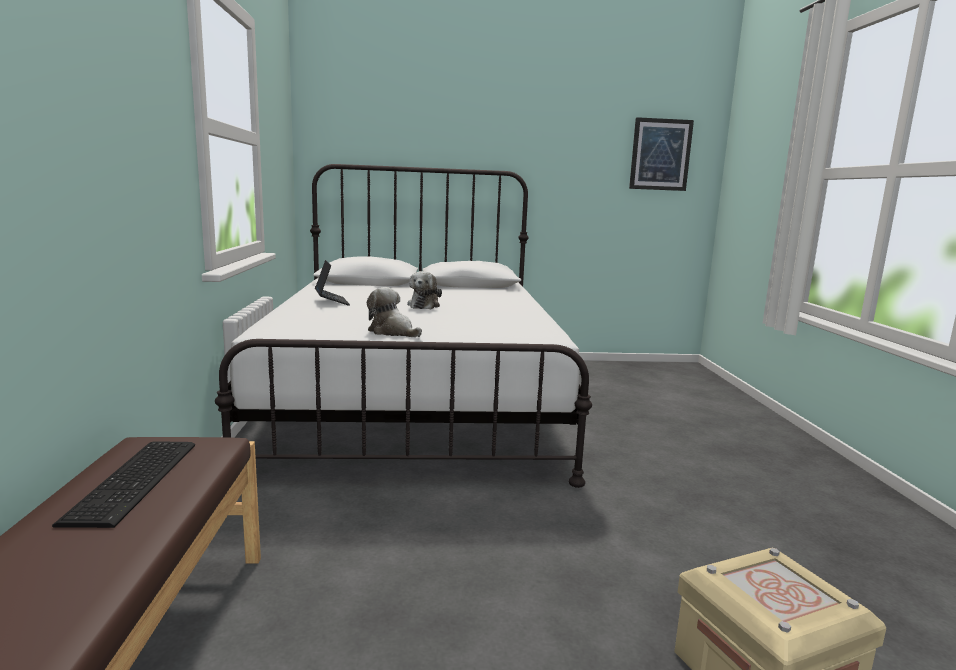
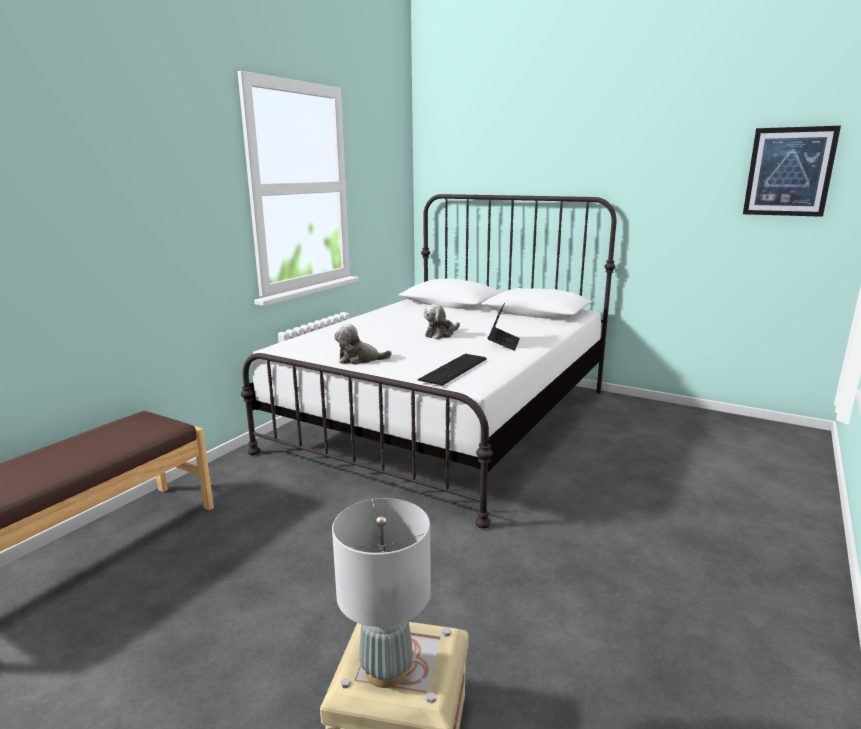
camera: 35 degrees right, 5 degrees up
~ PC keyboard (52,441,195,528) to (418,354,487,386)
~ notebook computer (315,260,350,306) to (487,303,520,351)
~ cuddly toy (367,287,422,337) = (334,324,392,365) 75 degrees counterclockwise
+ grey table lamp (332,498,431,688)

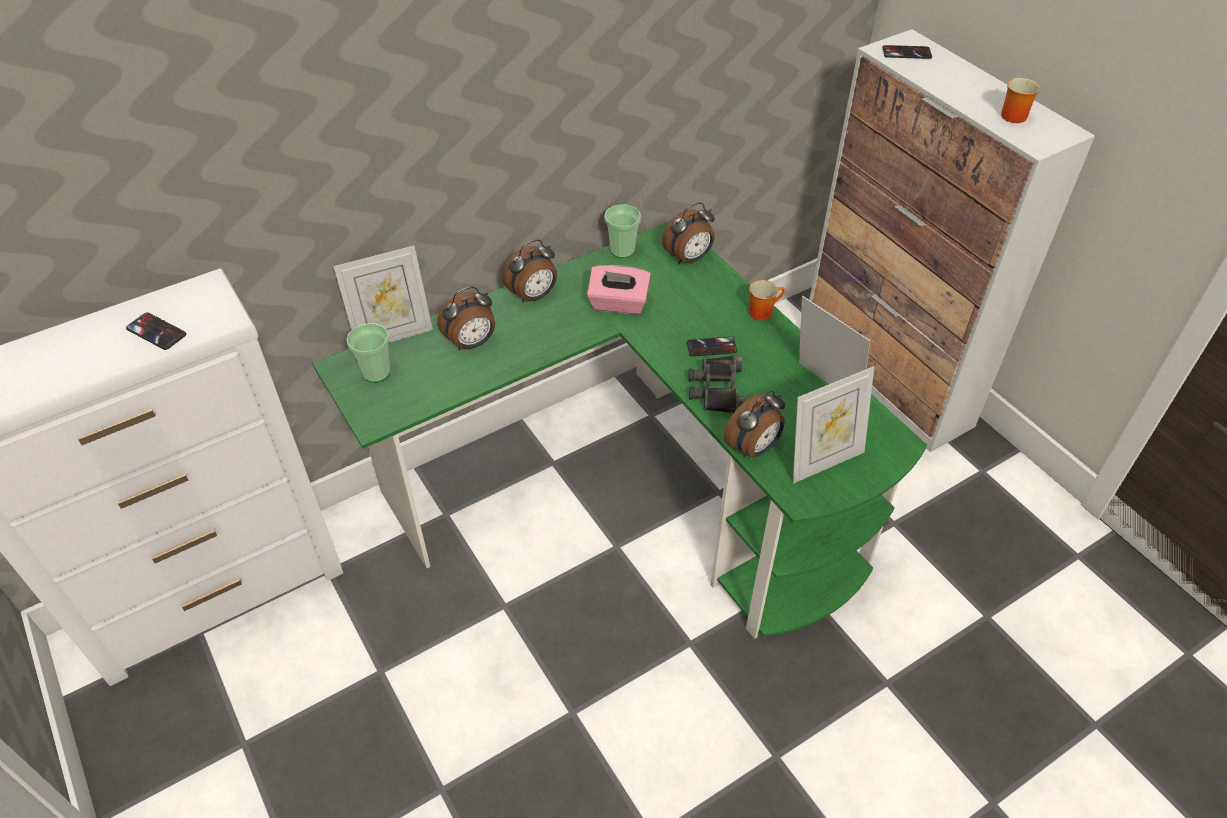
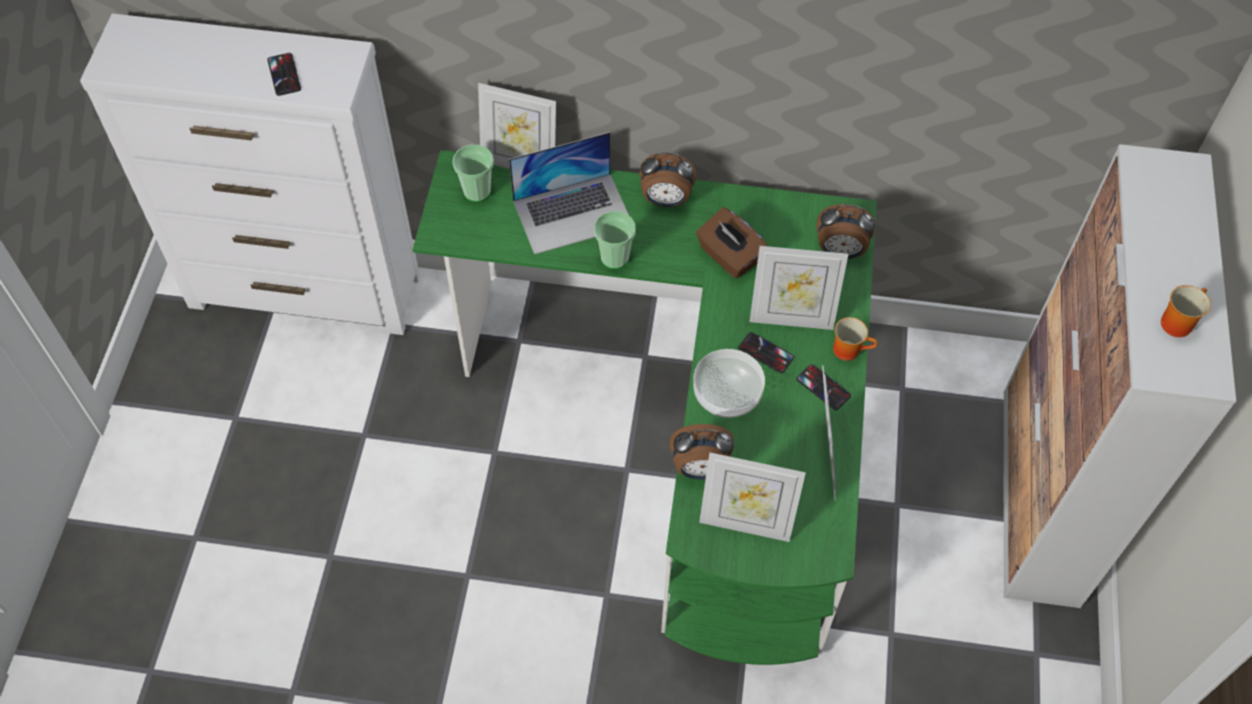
camera: 40 degrees right, 10 degrees up
~ bedside clock (437,287,495,350) to notebook computer (509,132,629,255)
~ pink-coloured tissue holder (587,265,651,315) to brown-coloured tissue holder (696,207,768,279)
~ drinking cup (605,204,641,258) to (594,211,636,269)
~ black pair of binoculars (689,355,746,413) to deep dish (693,349,765,418)
~ phone (882,45,932,59) to (796,364,851,410)
+ picture frame (750,246,848,330)

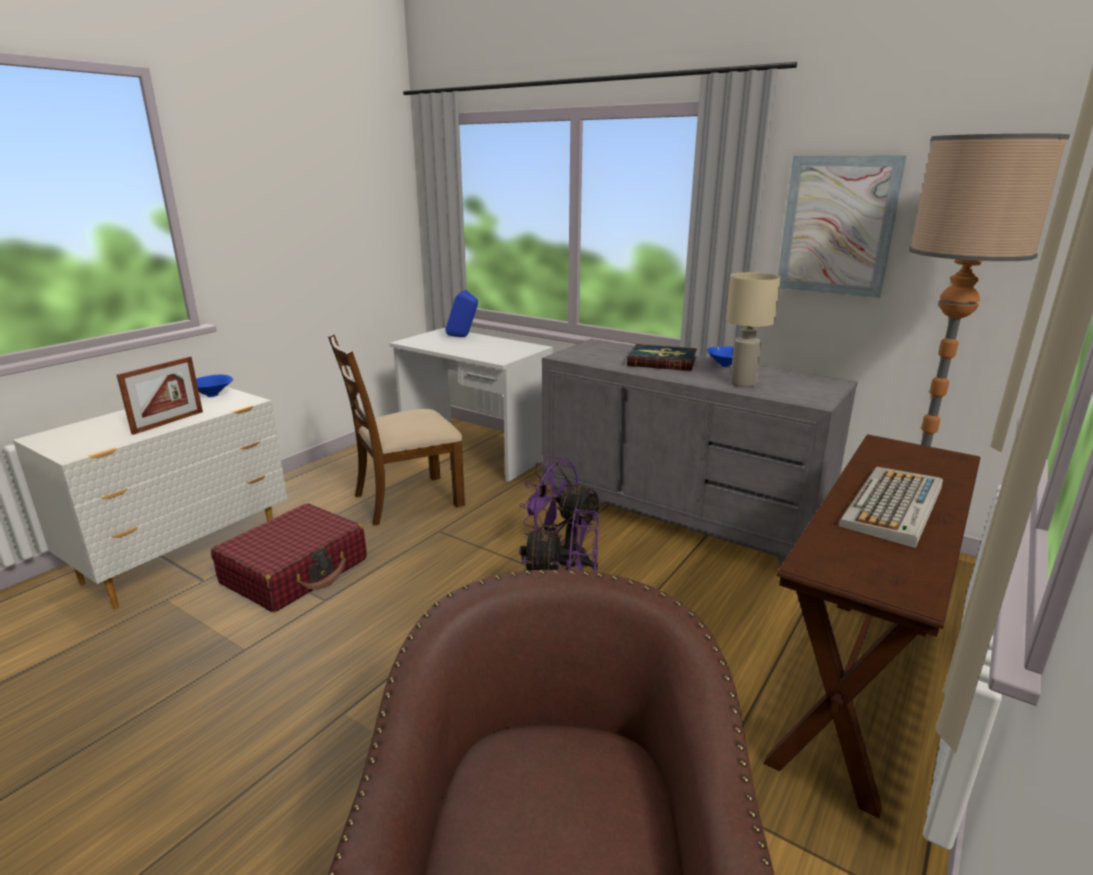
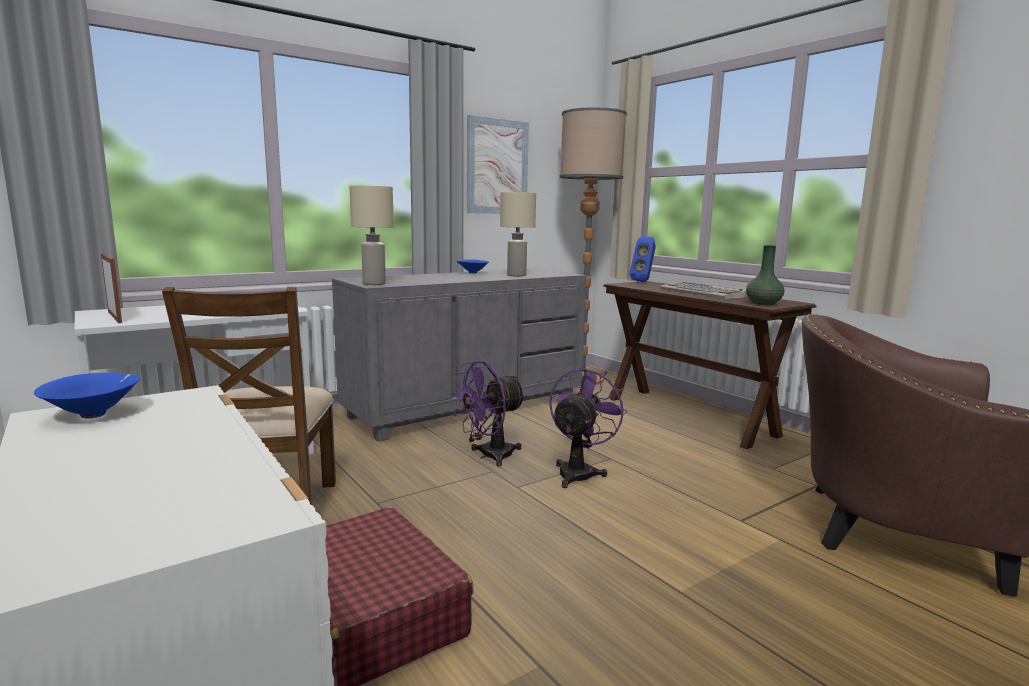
camera: 70 degrees left, 10 degrees down
~ picture frame (116,356,203,435) to (101,254,122,323)
~ blue loudspeaker (445,290,478,337) to (629,236,656,282)
- book (627,344,697,371)
+ sand-coloured table lamp (349,185,394,285)
+ greenish decorative vase (746,245,784,305)

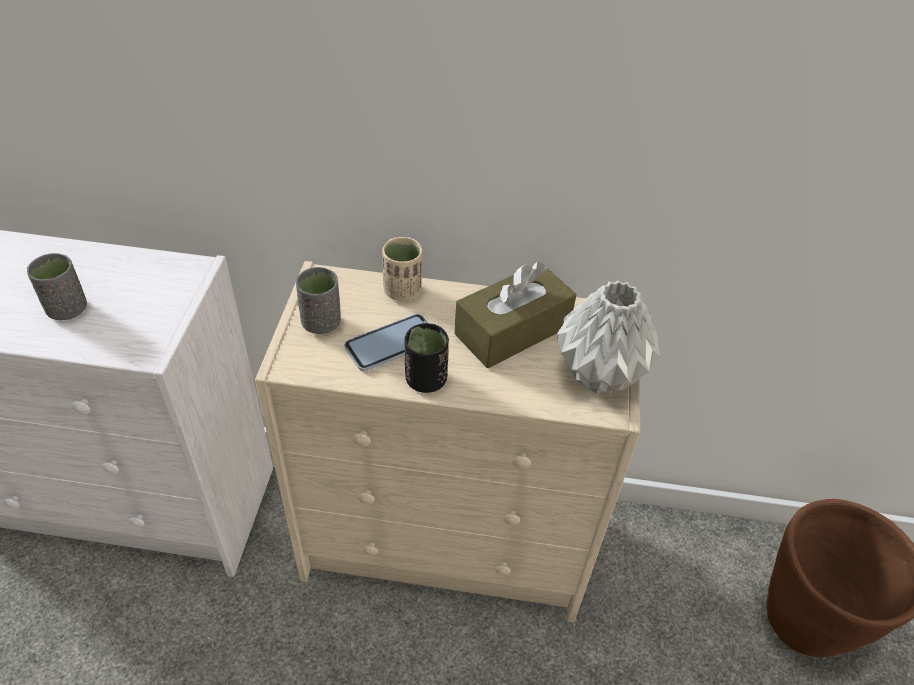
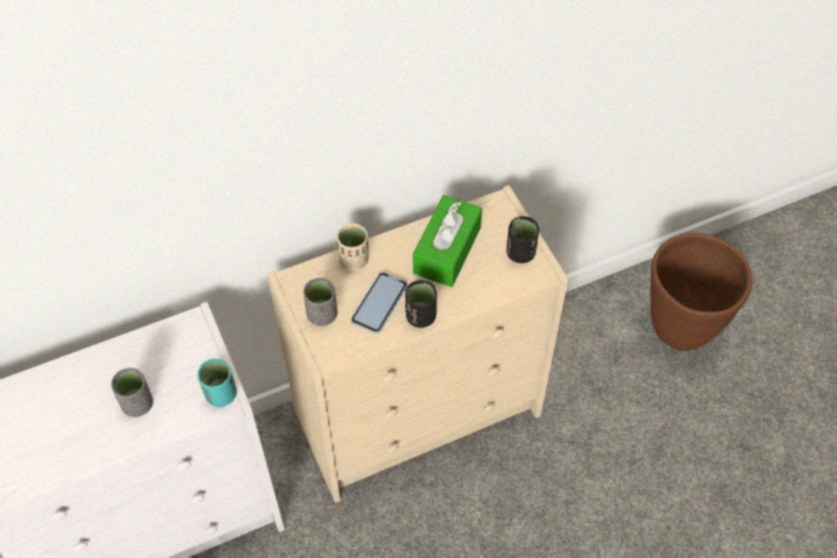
camera: 30 degrees left, 10 degrees up
~ brown-coloured tissue holder (455,262,576,368) to greenish tissue holder (413,195,482,287)
~ grey decorative vase (556,281,660,395) to black drinking cup (507,216,539,263)
+ blue-green drinking cup (198,358,237,407)

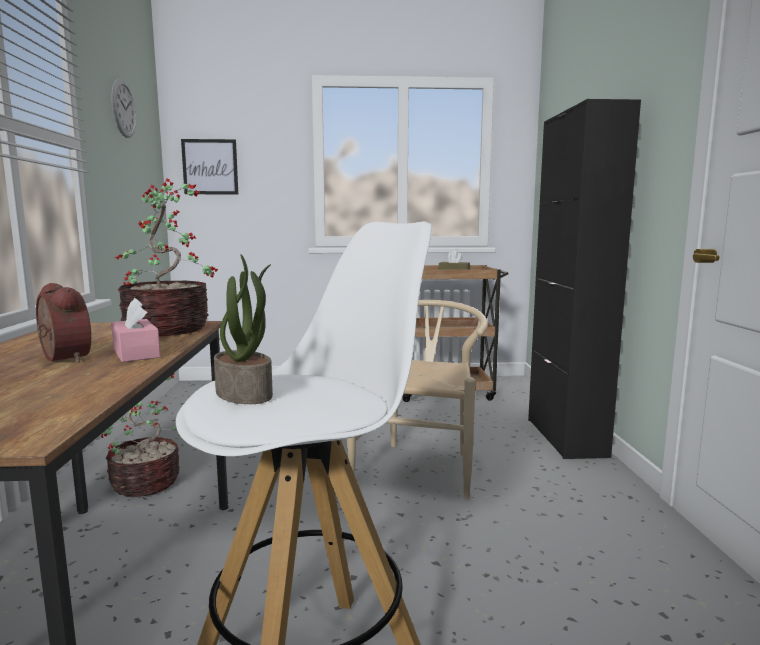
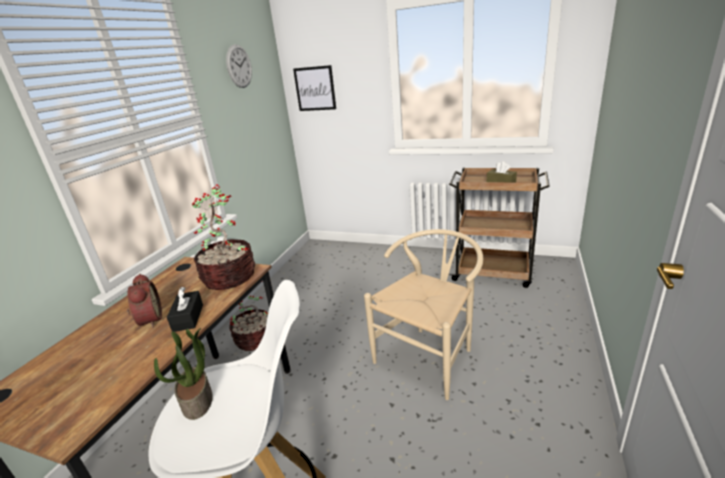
camera: 25 degrees right, 15 degrees up
~ pink-coloured tissue holder (111,298,161,362) to black tissue holder (167,287,203,332)
- black cabinet (528,99,641,459)

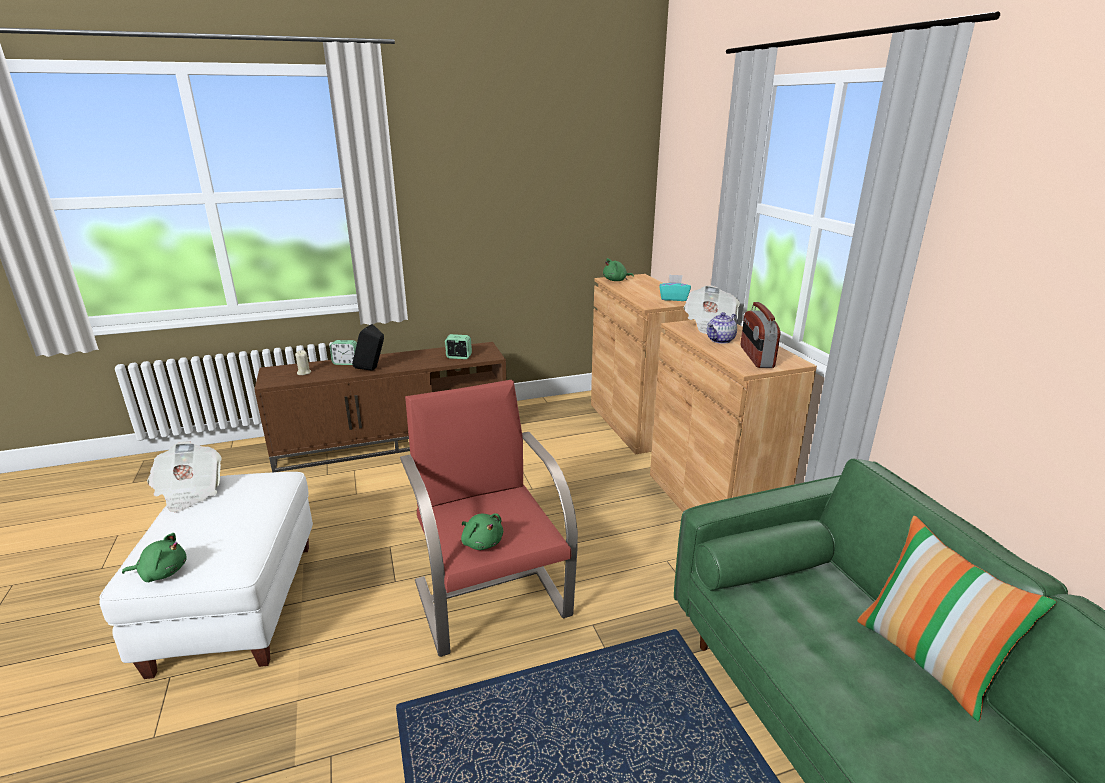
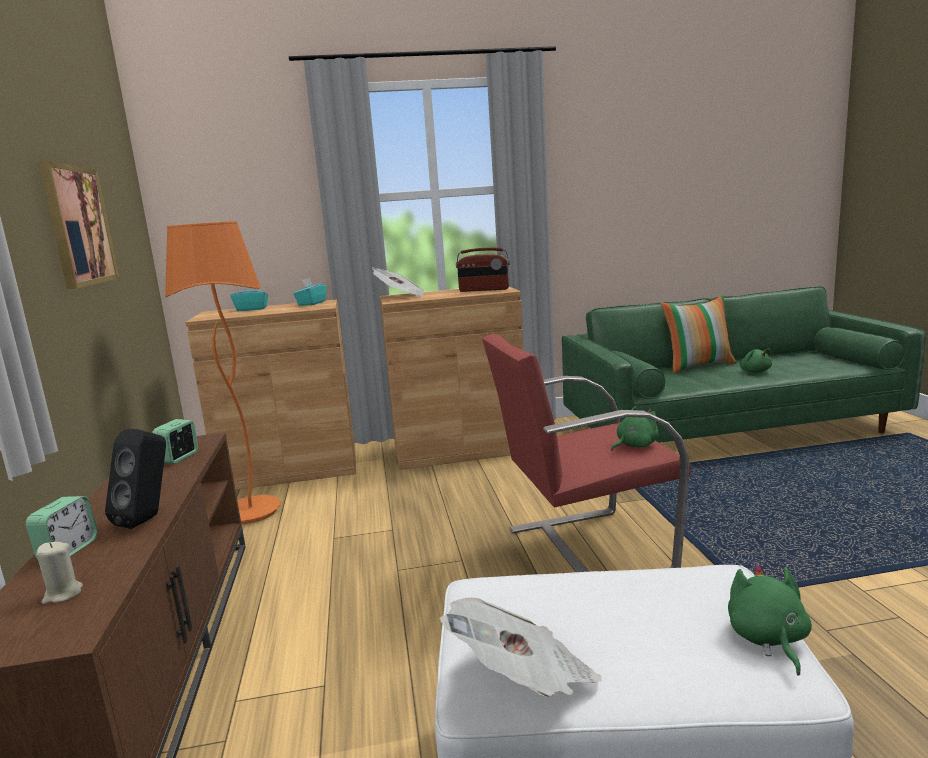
camera: 80 degrees left, 10 degrees down
~ greenish cuddly toy (603,258,634,281) to (740,348,772,373)
- pot for tea (707,312,737,344)
+ wall art (38,161,119,289)
+ orange standard lamp (165,221,281,524)
+ blue-green tissue holder (231,287,268,311)

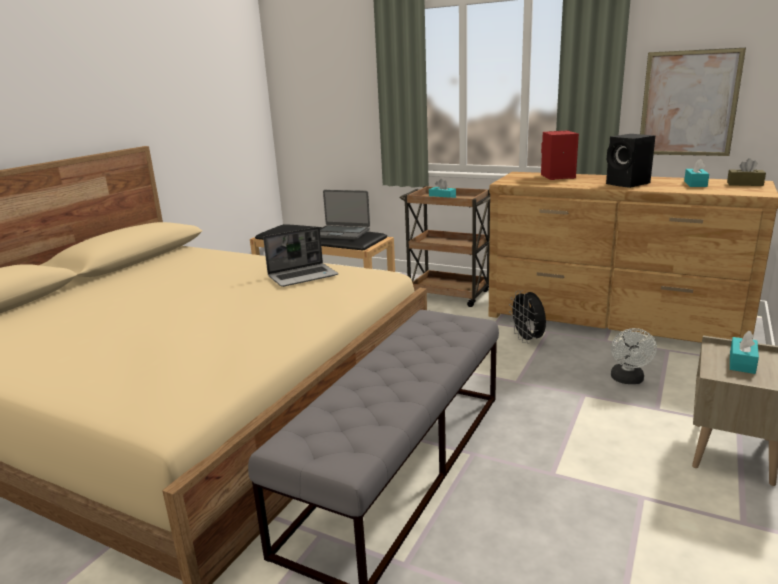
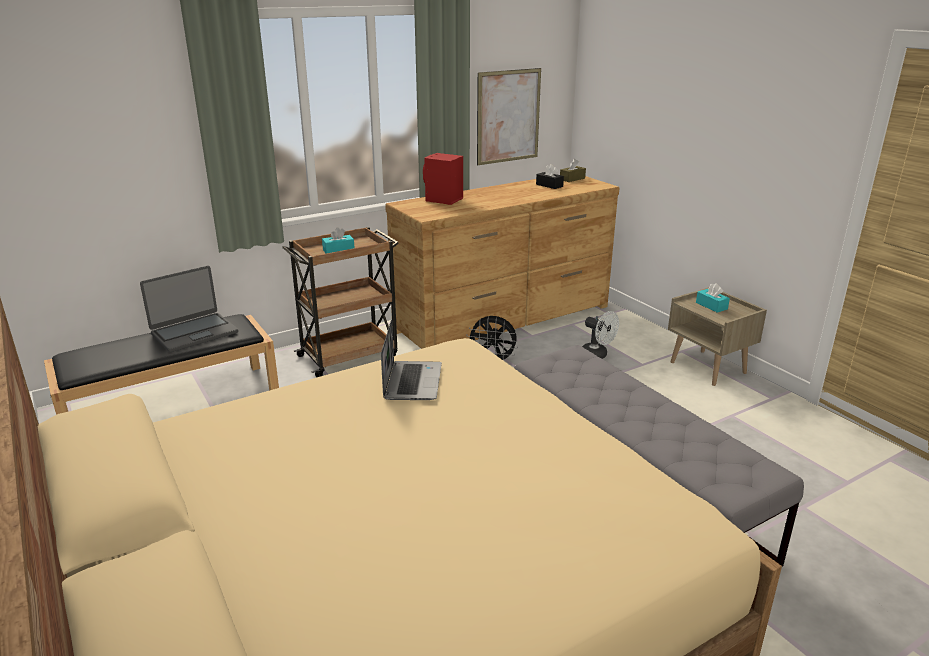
camera: 60 degrees left, 5 degrees up
- black loudspeaker (606,134,656,188)
~ blue-green tissue holder (684,159,709,187) to black tissue holder (536,164,564,189)

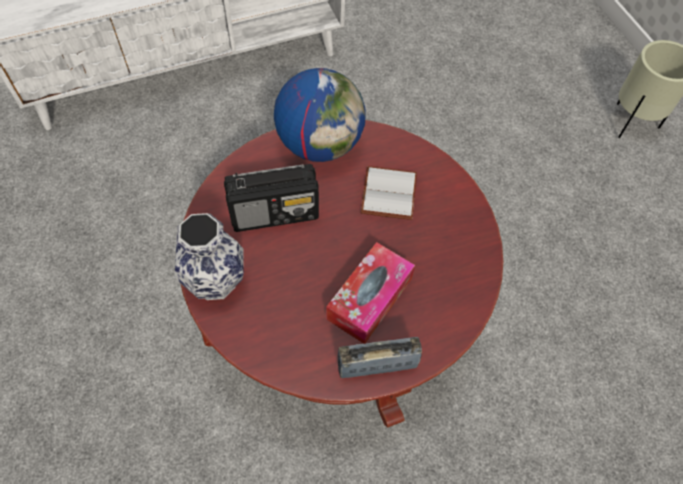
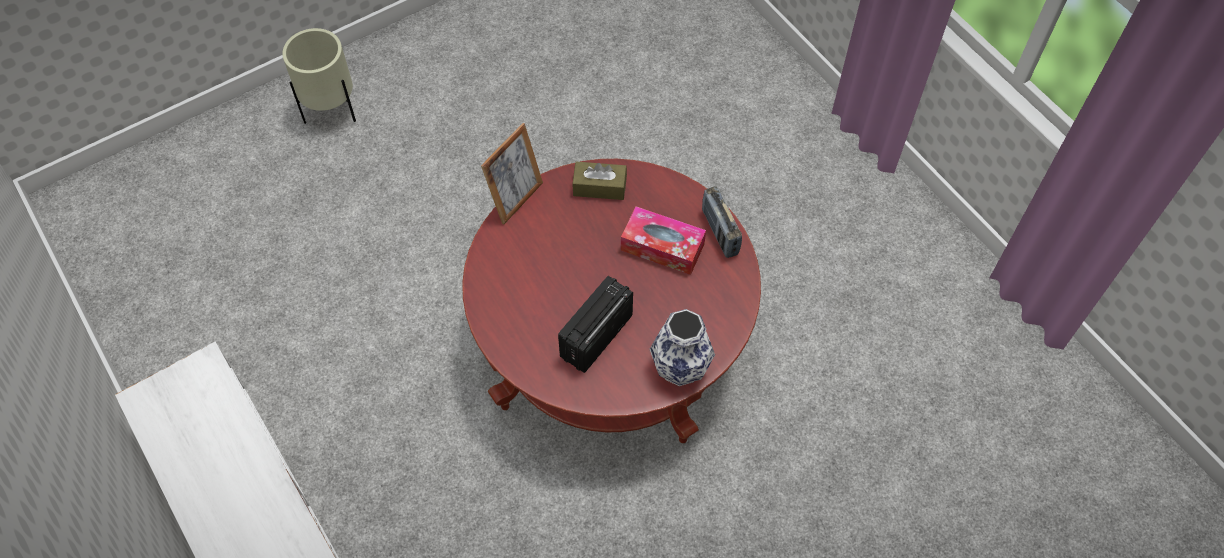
camera: 100 degrees left, 0 degrees up
~ radio receiver (224,164,319,232) = (558,276,633,373) 120 degrees counterclockwise
- desk globe (274,68,366,162)
- white-coloured book (361,166,417,220)
+ picture frame (481,123,543,224)
+ brown-coloured tissue holder (572,162,627,200)

